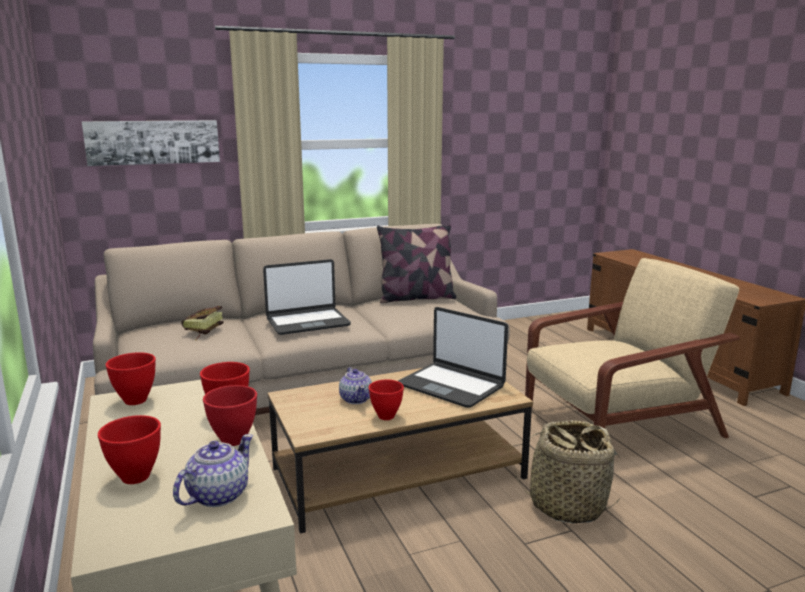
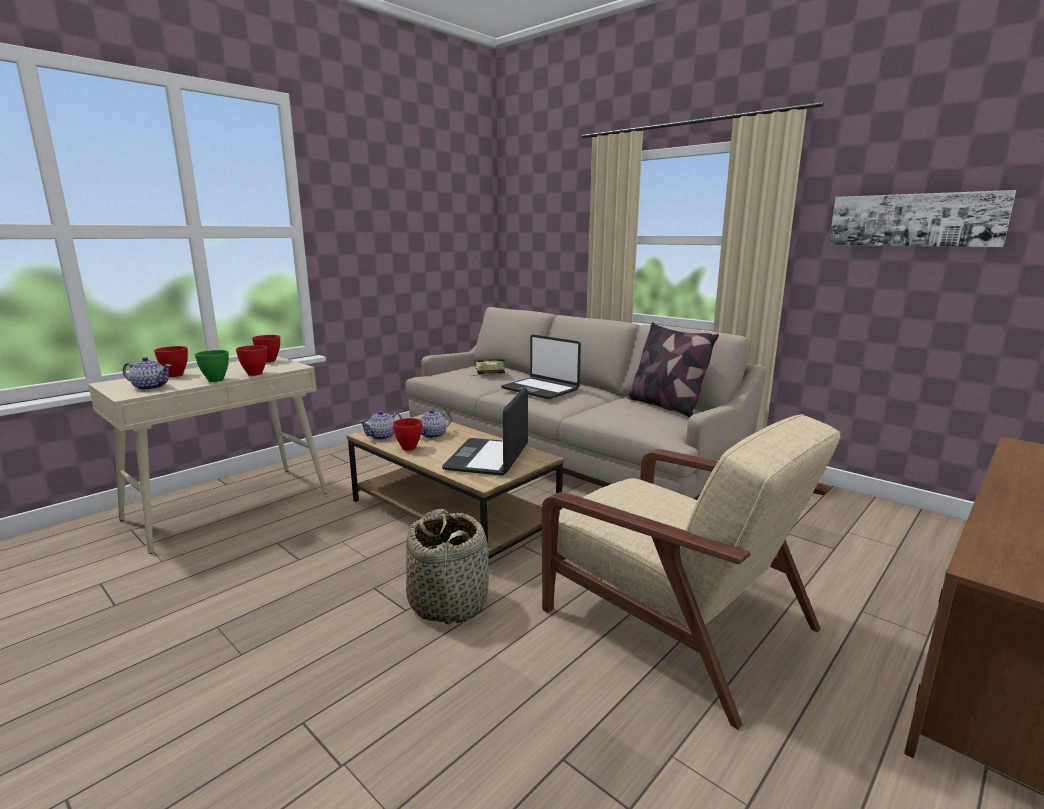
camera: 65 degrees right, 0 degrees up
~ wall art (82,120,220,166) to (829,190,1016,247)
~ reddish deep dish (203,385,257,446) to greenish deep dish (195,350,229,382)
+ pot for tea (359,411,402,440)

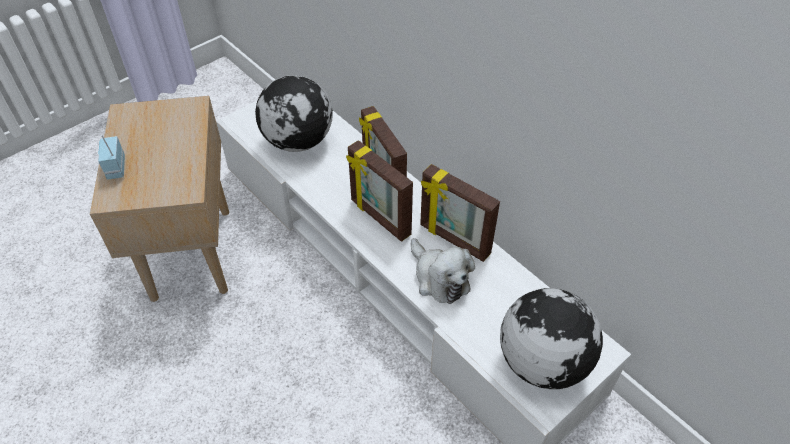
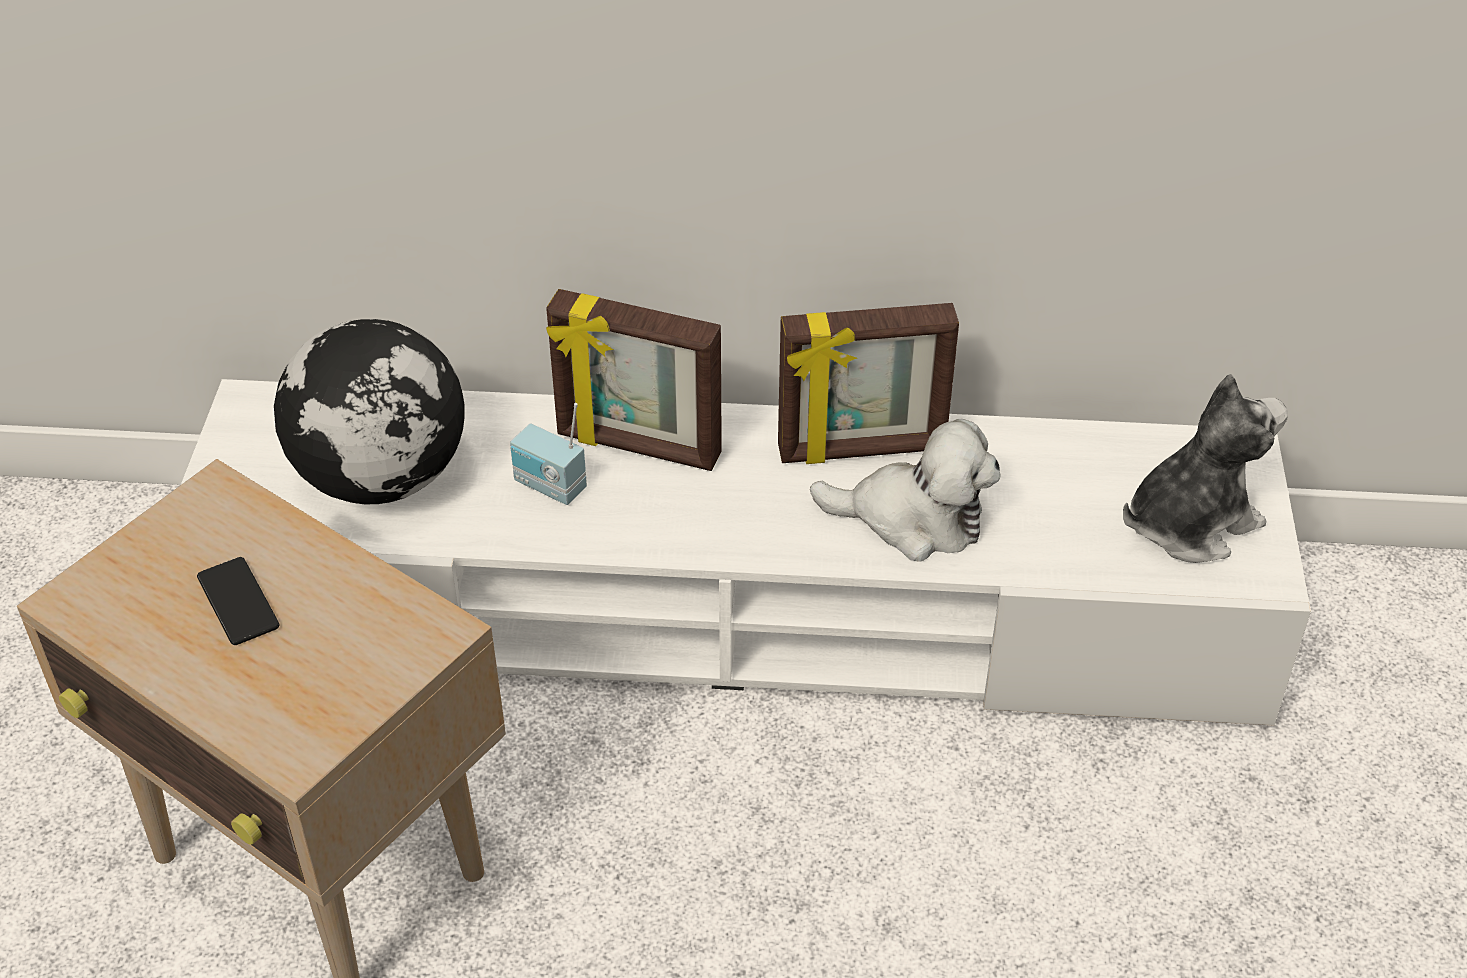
camera: 45 degrees left, 5 degrees down
~ radio receiver (98,135,125,180) to (510,403,587,505)
- picture frame (346,140,413,242)
~ desk globe (500,288,603,389) to cuddly toy (1123,374,1288,563)
+ phone (197,557,279,645)

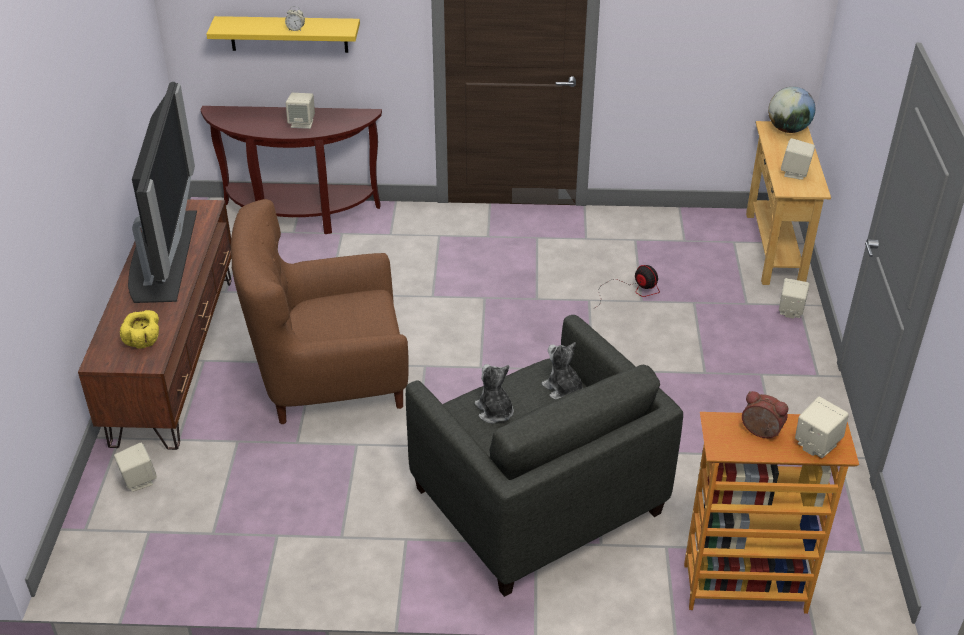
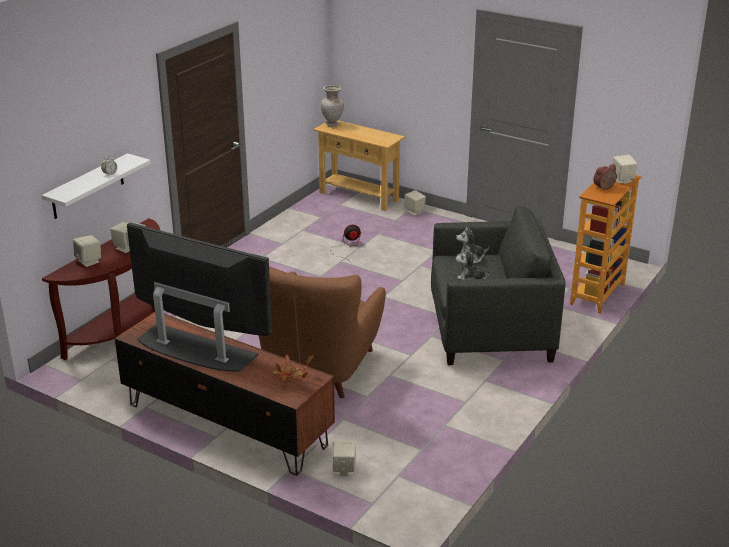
camera: 60 degrees left, 10 degrees down
~ yellowish deep dish (120,310,159,349) to plant in a pot (272,355,314,381)
~ yellowish shelf (206,16,360,53) to white-coloured shelf (42,153,151,219)
~ desk globe (768,87,815,133) to sand-coloured decorative vase (321,86,344,127)
~ sand-coloured loudspeaker (781,138,815,180) to (73,235,101,267)

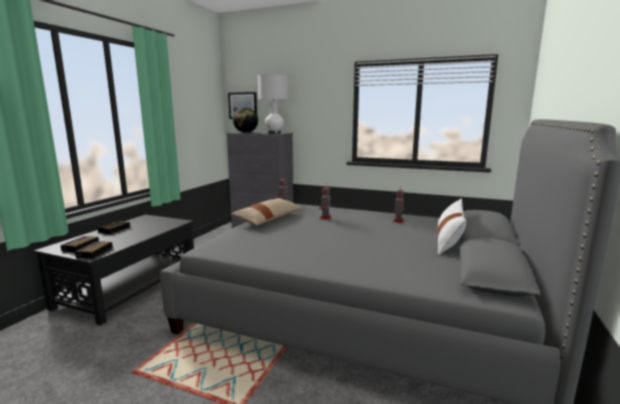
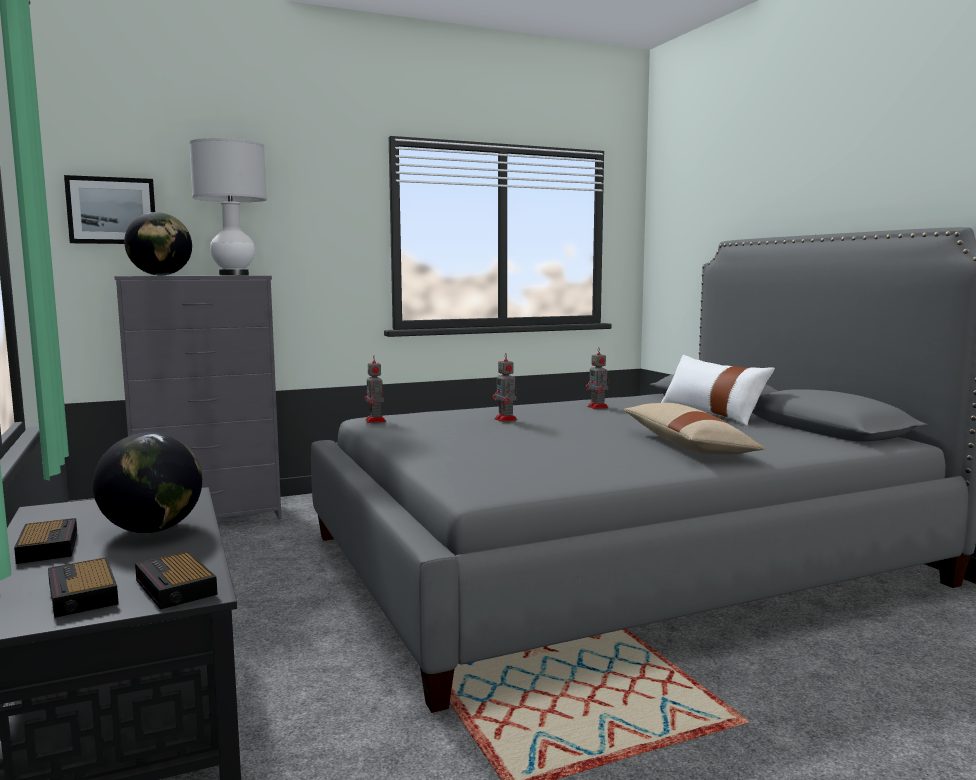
camera: 45 degrees left, 5 degrees down
~ sand-coloured throw pillow (231,198,301,225) to (624,403,765,455)
+ desk globe (93,432,202,533)

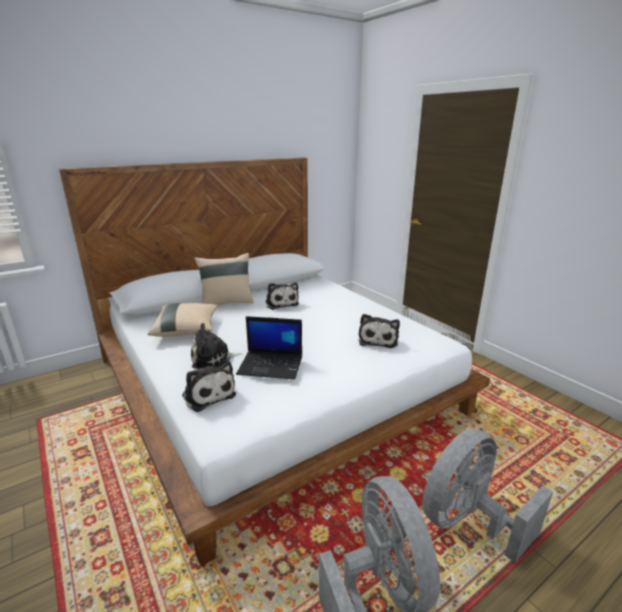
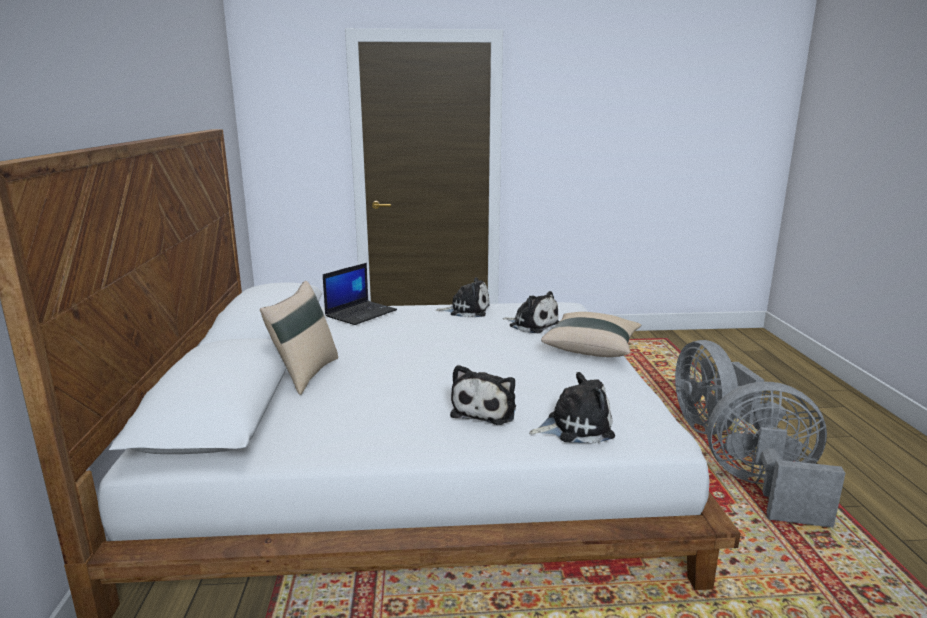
camera: 60 degrees left, 5 degrees down
~ sand-coloured throw pillow (148,303,218,337) to (541,312,641,357)
~ notebook computer (236,316,302,380) to (323,263,397,325)
~ cuddly toy (265,282,299,310) to (436,277,490,317)

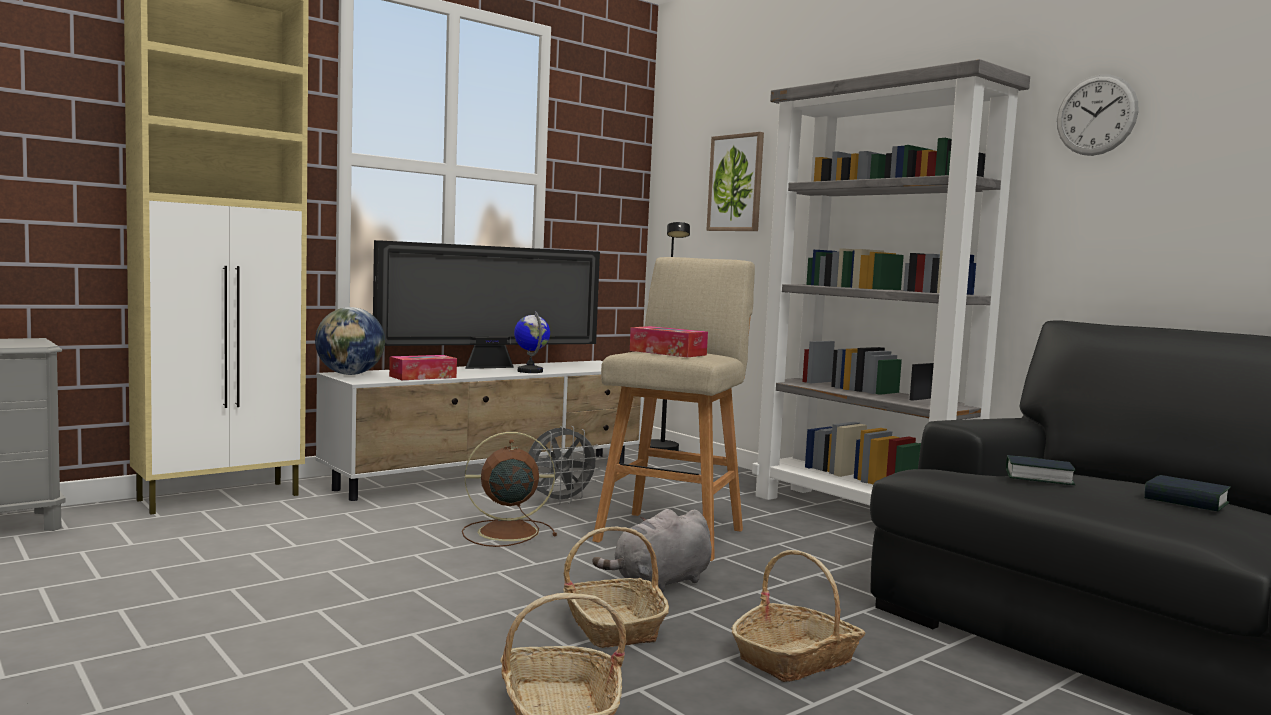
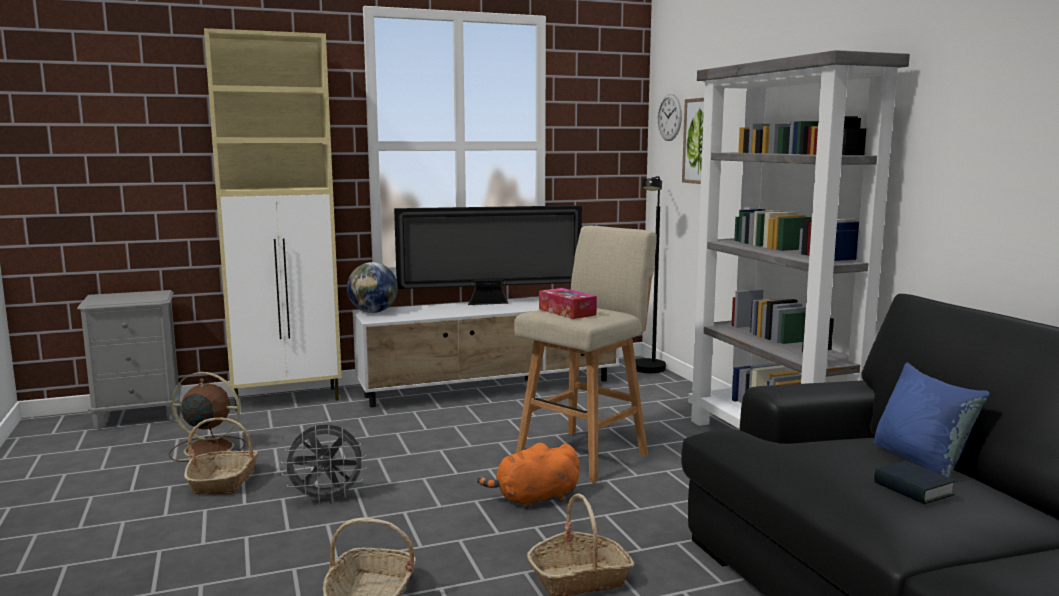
camera: 20 degrees right, 5 degrees up
- tissue holder (389,355,457,380)
~ brown-coloured electric fan (462,432,557,547) to (169,372,246,462)
- desk globe (514,311,550,373)
~ grey electric fan (528,425,601,505) to (281,424,367,505)
~ household basket (563,526,669,648) to (184,418,258,494)
~ grey cuddly toy (592,509,712,592) to orange cuddly toy (477,443,580,509)
- book (1006,455,1076,485)
~ hanging clock (1057,75,1139,156) to (658,94,682,141)
+ blue throw pillow (874,362,990,478)

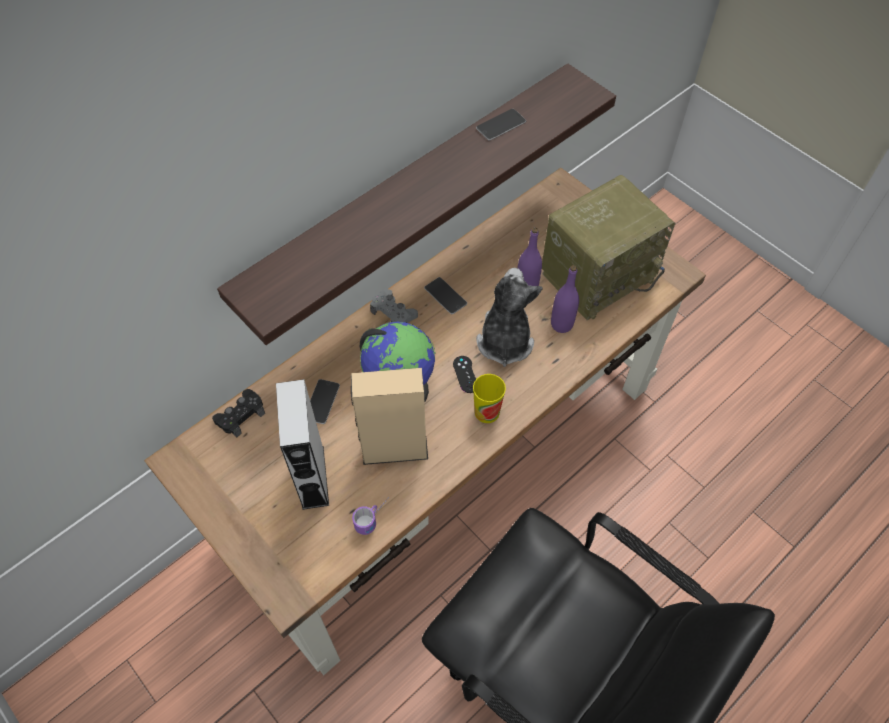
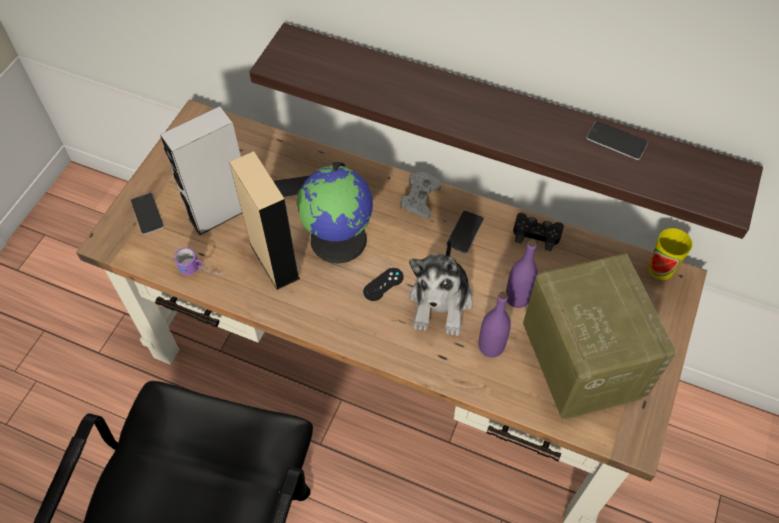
camera: 65 degrees right, 0 degrees up
~ black joypad (212,389,265,437) to (513,213,564,251)
~ drinking cup (473,374,506,423) to (648,228,692,280)
~ cuddly toy (476,268,543,367) = (409,237,473,336) 120 degrees clockwise
~ radio receiver (542,175,675,320) = (523,253,676,420) 135 degrees counterclockwise
+ phone (130,193,164,235)

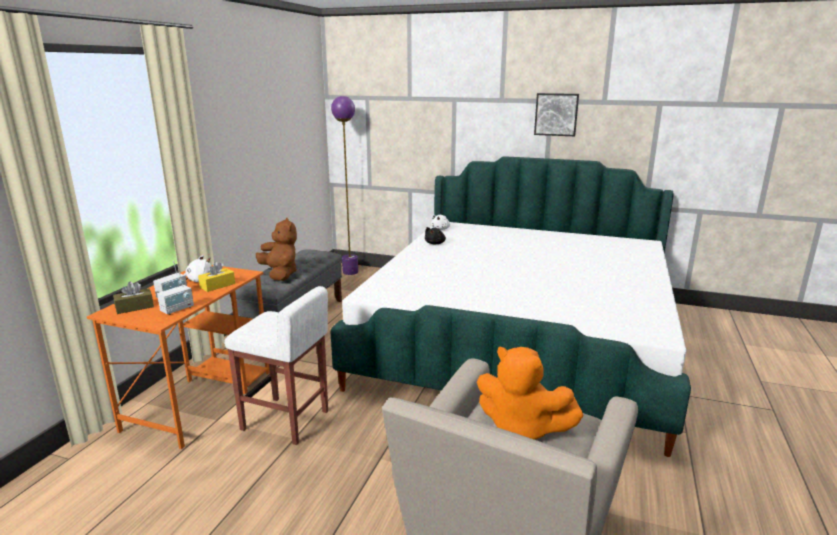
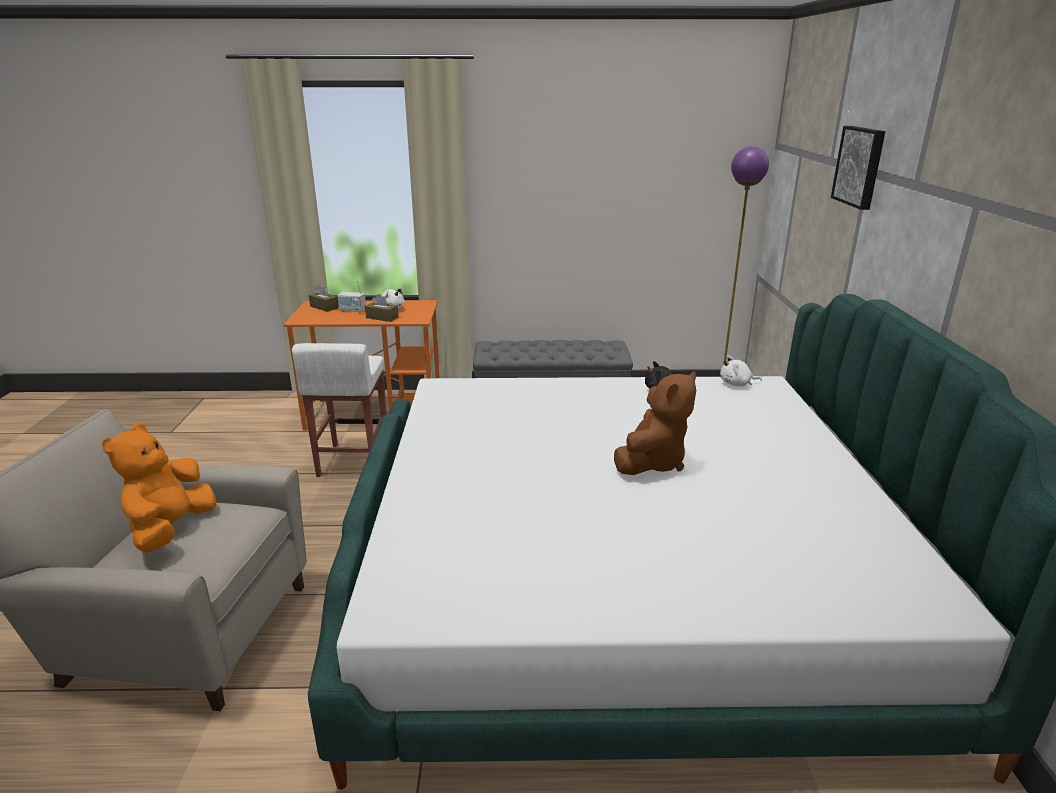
camera: 70 degrees right, 5 degrees up
- radio receiver (157,273,194,315)
~ yellowish tissue holder (198,262,235,292) to brown-coloured tissue holder (365,294,399,322)
~ brown-coloured cuddly toy (256,218,297,281) to (614,372,696,475)
~ wall art (534,93,579,136) to (831,126,885,210)

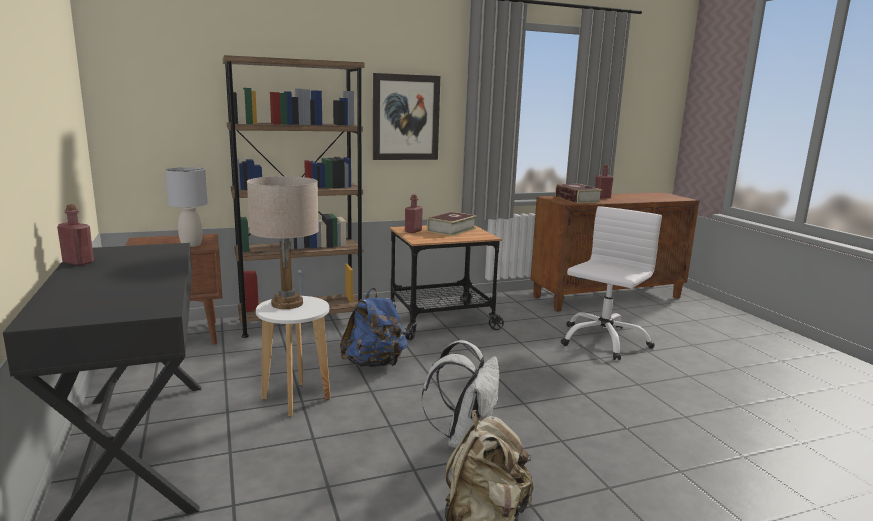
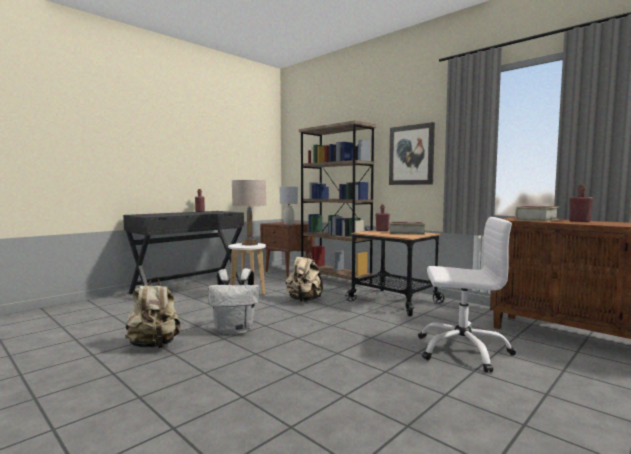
camera: 65 degrees right, 10 degrees down
~ blue knapsack (340,288,408,367) to sand-coloured knapsack (286,252,323,302)

